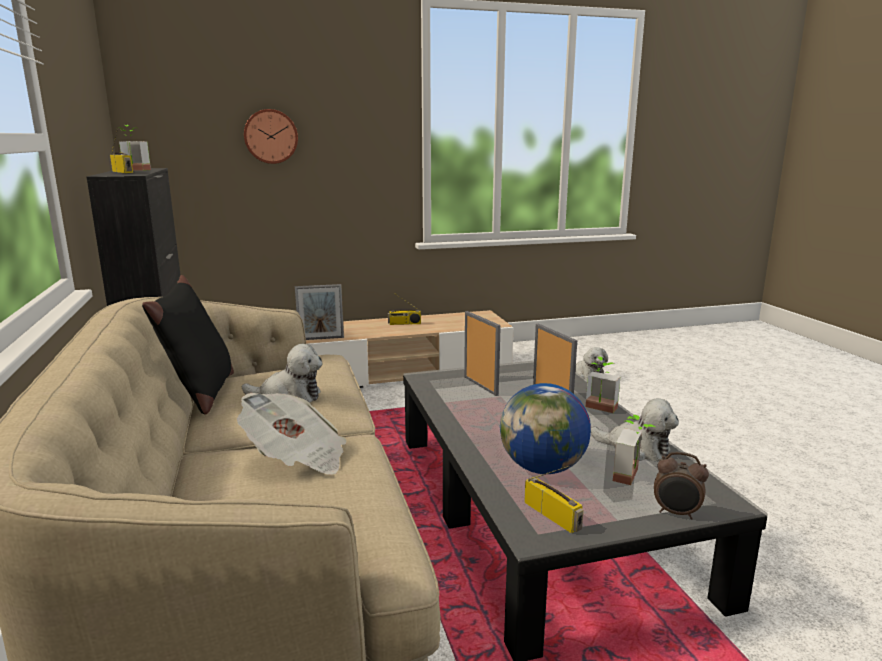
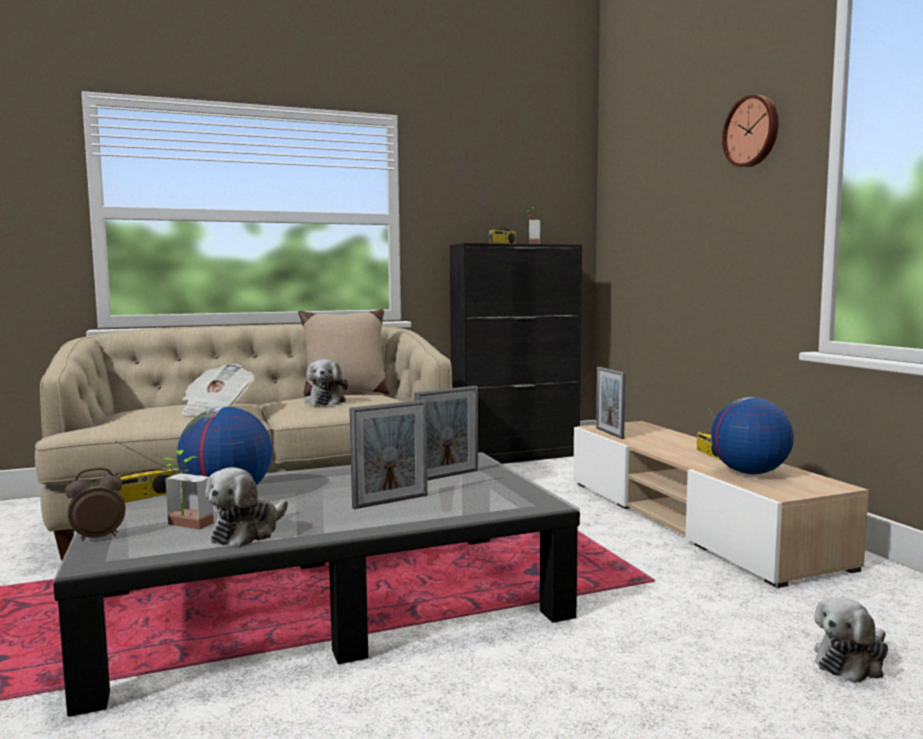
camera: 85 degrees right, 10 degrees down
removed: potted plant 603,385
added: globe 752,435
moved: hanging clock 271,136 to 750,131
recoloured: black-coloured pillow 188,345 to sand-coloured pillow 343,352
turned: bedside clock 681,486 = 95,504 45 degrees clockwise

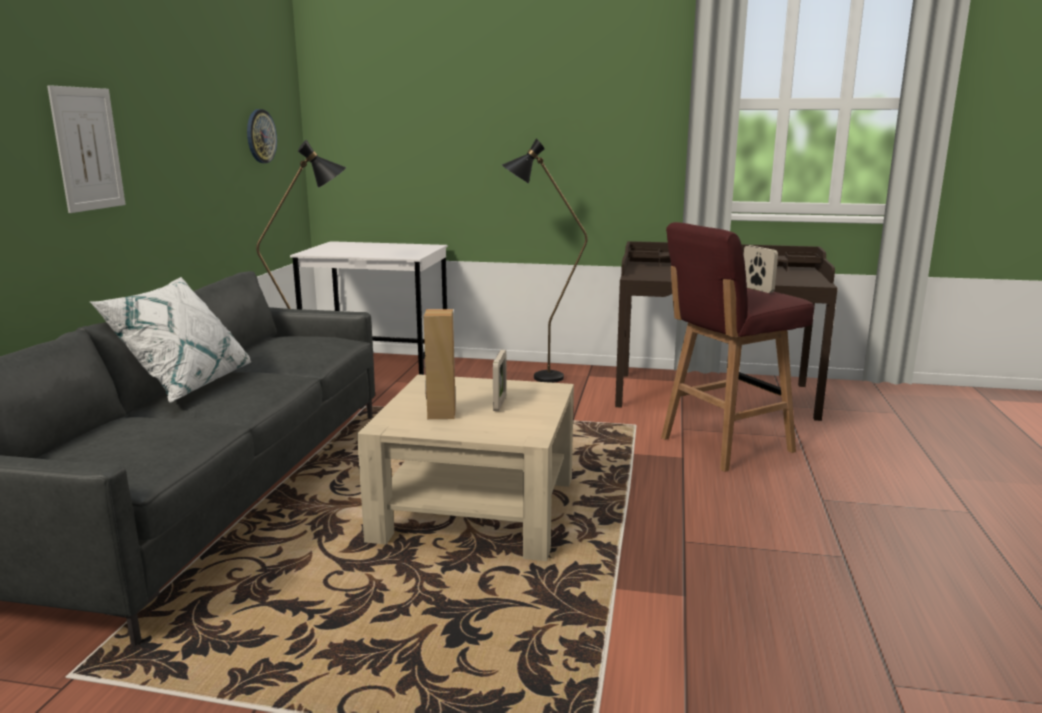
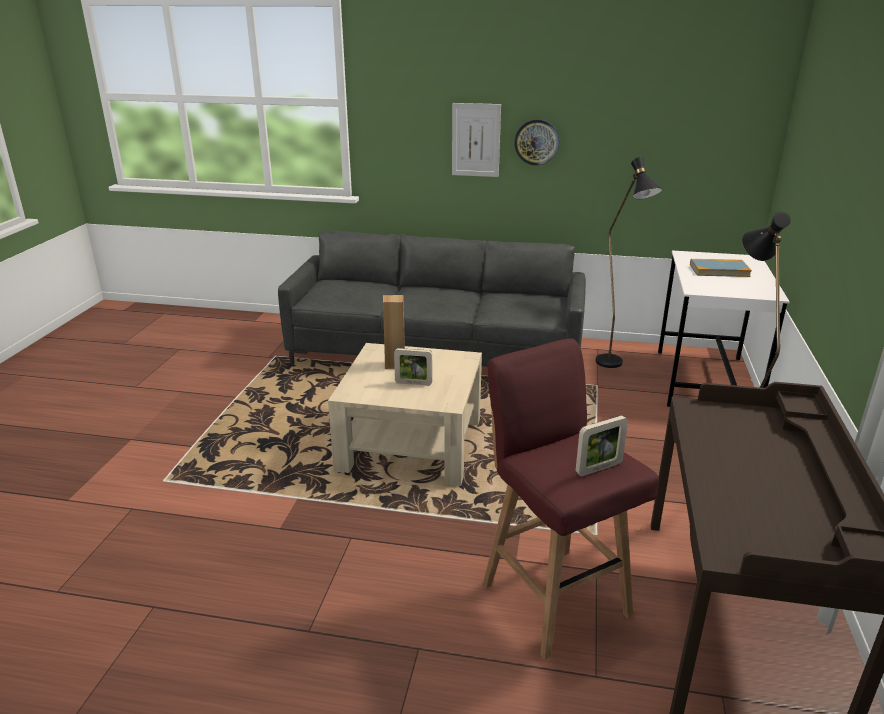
camera: 90 degrees right, 10 degrees up
removed: white-coloured pillow 170,340
added: volume 721,268
moved: hanging clock 262,136 to 536,142

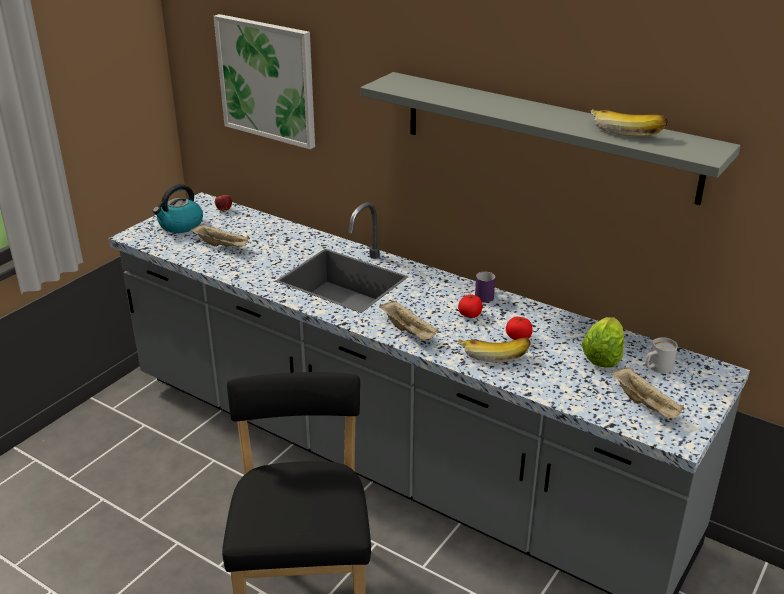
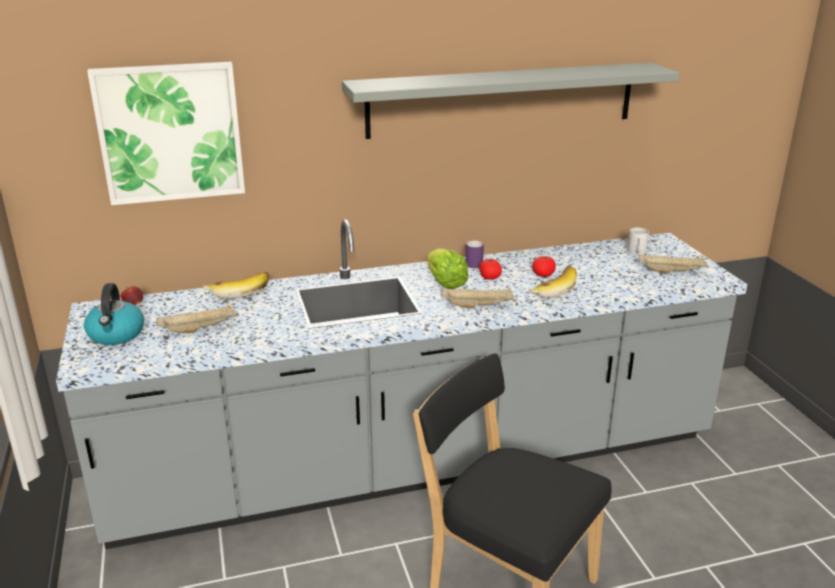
camera: 50 degrees left, 5 degrees down
moved: head of lettuce 602,342 to 448,268; banana 629,122 to 236,284

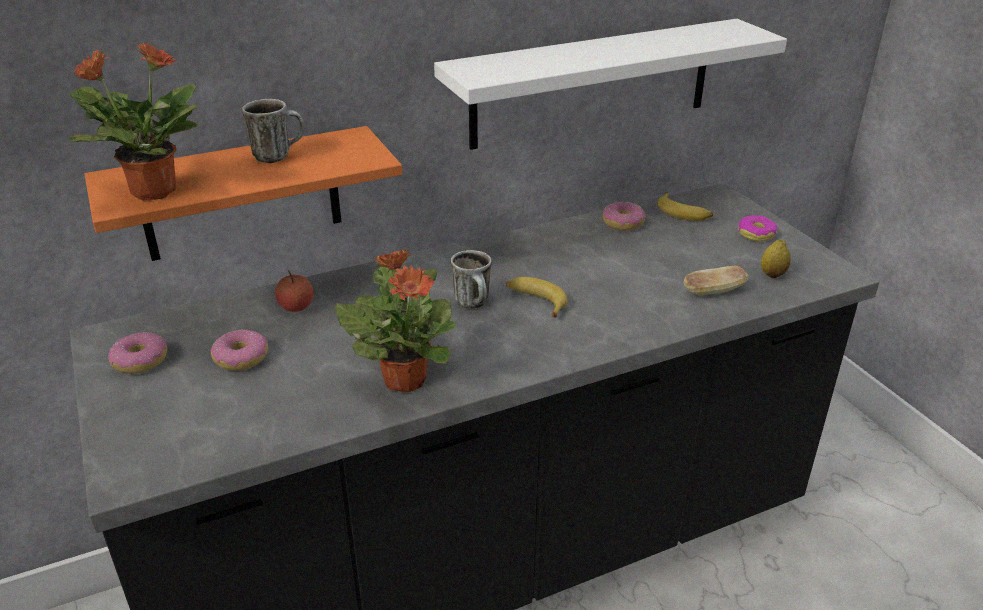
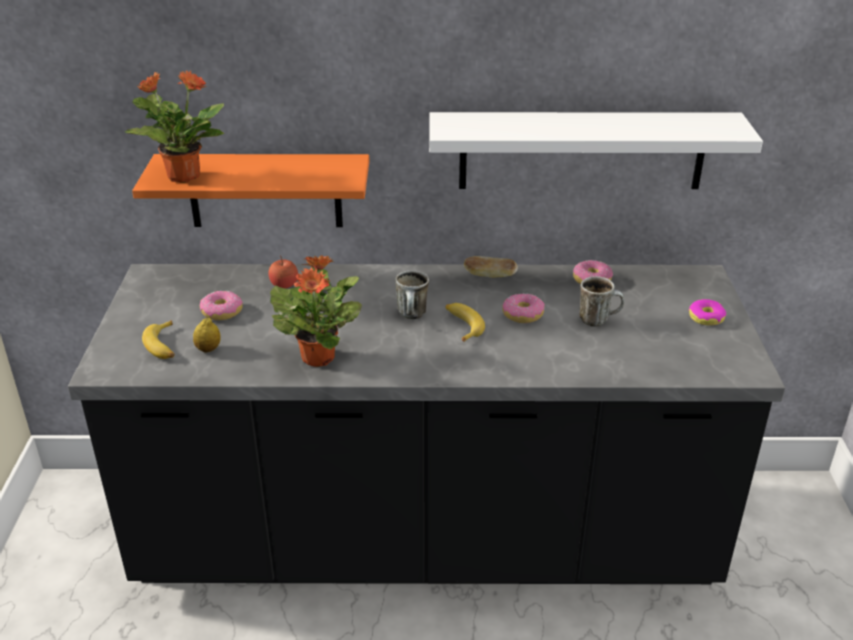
camera: 25 degrees right, 0 degrees up
moved: donut 137,353 to 524,308; tea mug 273,131 to 602,301; banana 685,207 to 158,339; baked bread 715,280 to 491,267; lemon 776,258 to 207,335

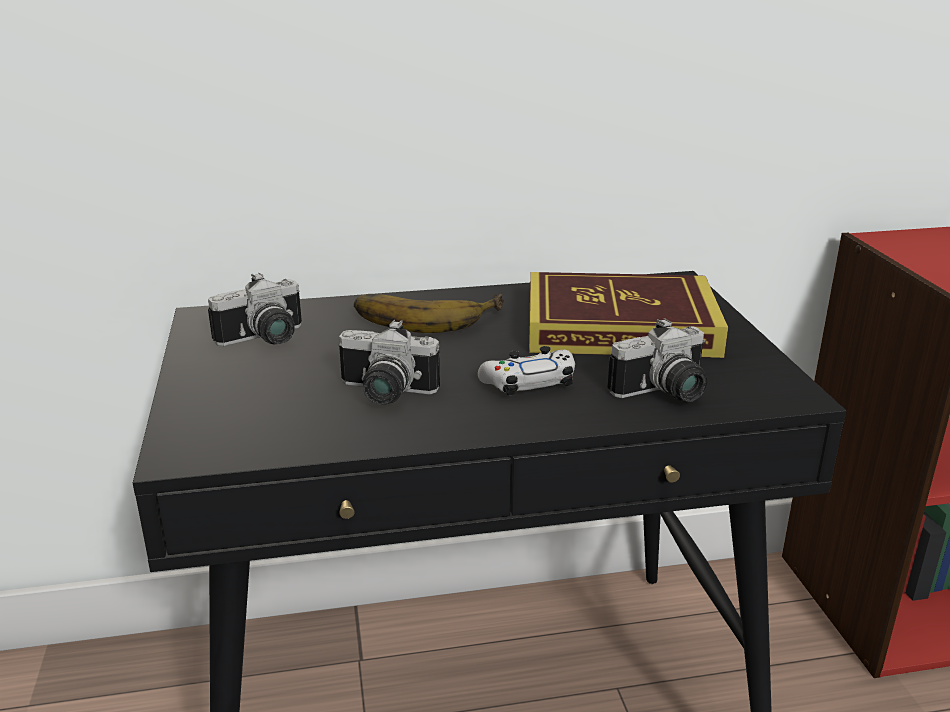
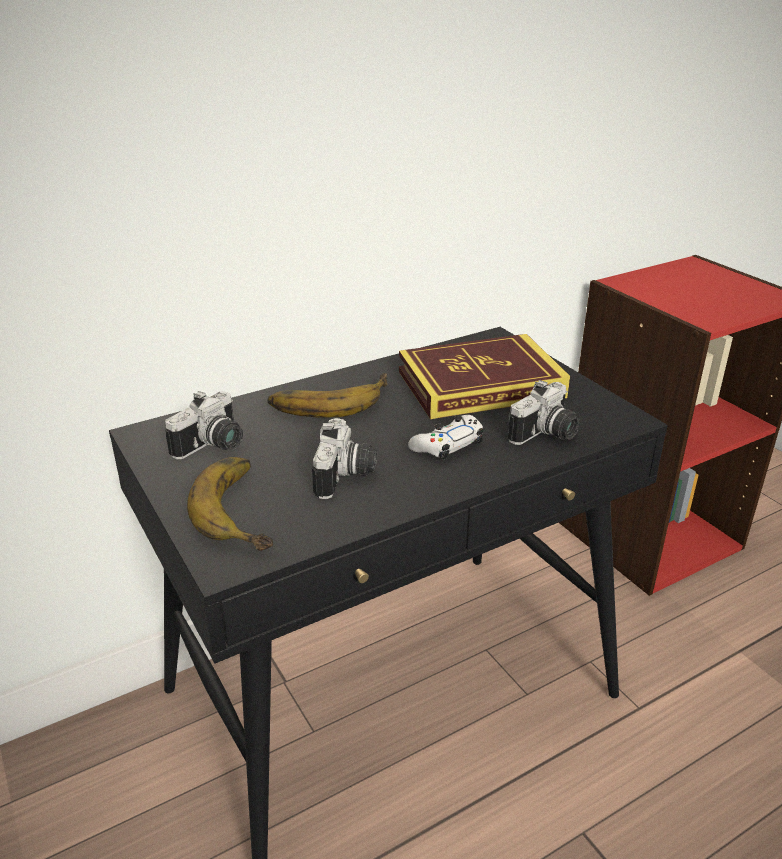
camera: 20 degrees left, 5 degrees up
added: banana 230,504
turned: photo camera 389,362 = 344,458 75 degrees counterclockwise

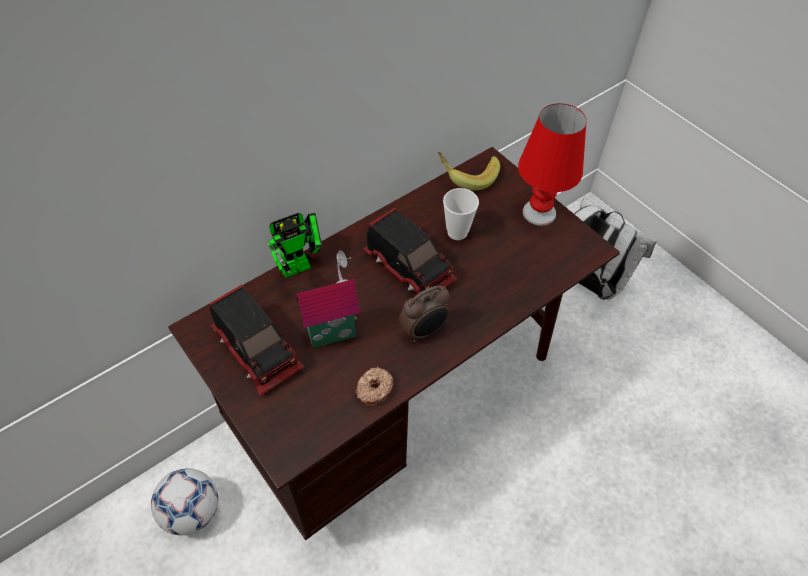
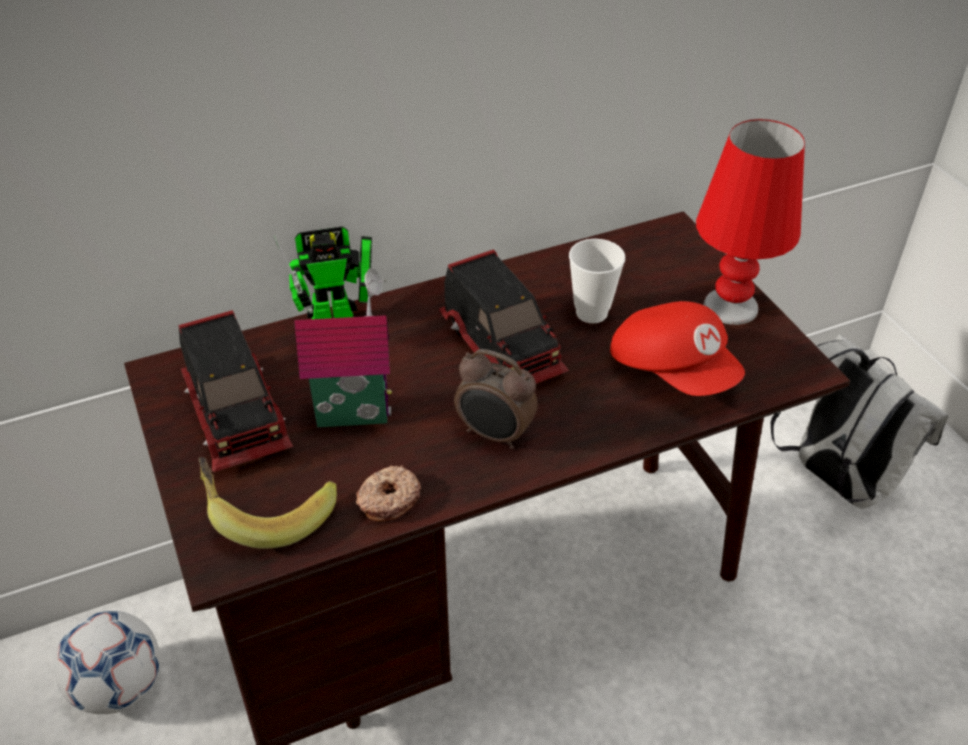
camera: 15 degrees right, 10 degrees down
added: reddish cap 677,348
moved: banana 469,171 to 267,503
turned: bedside clock 424,314 = 496,399 45 degrees clockwise

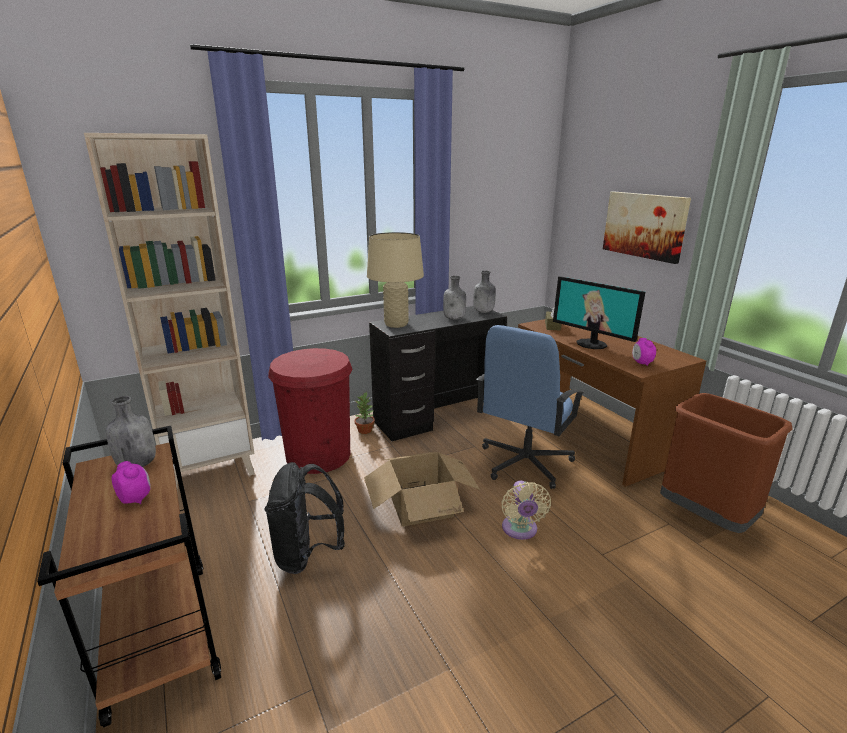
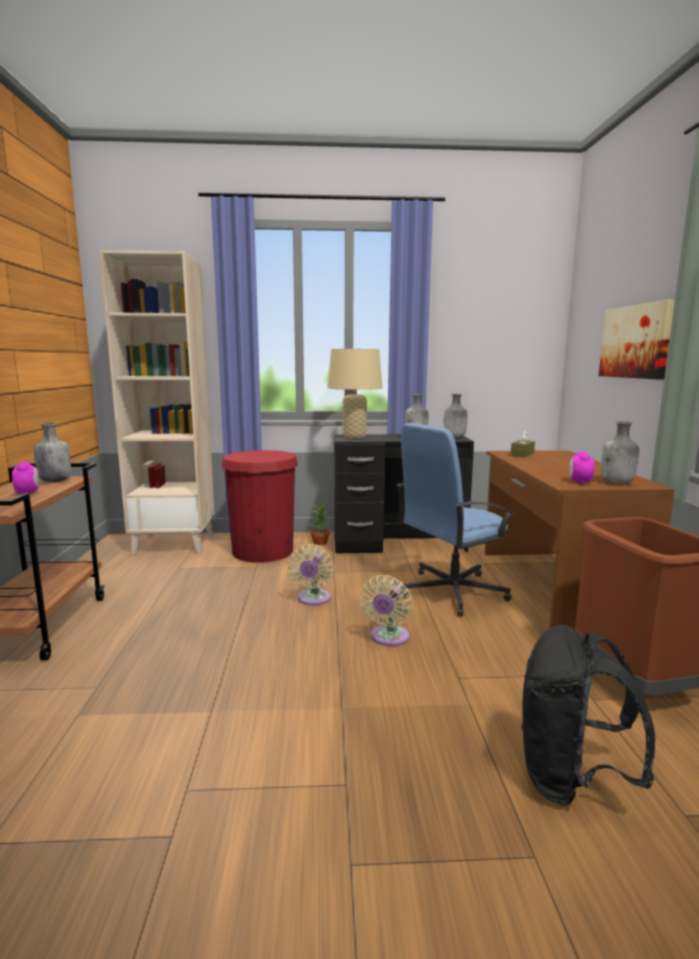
camera: 25 degrees right, 10 degrees down
removed: computer display 599,312
added: gray beverage bottle 620,452
moved: black-coloured knapsack 304,518 to 588,715
replaced: carton 422,489 to sand-coloured fan 311,574

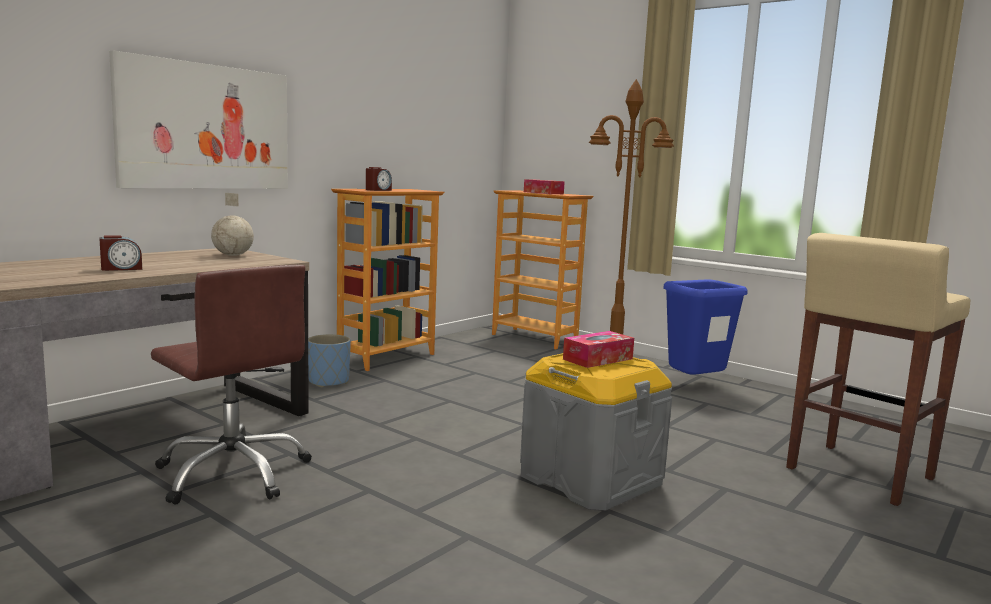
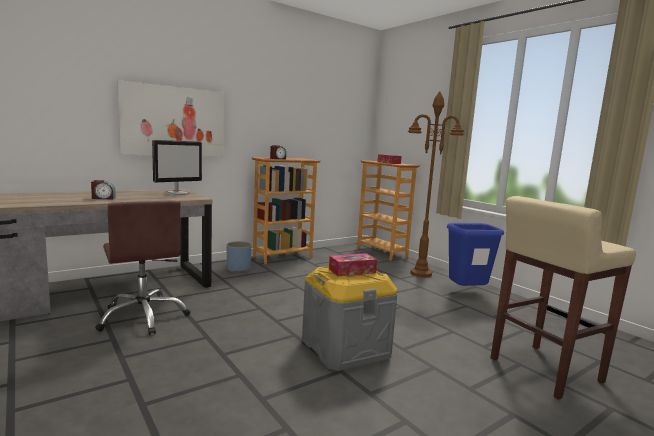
camera: 15 degrees right, 0 degrees up
replaced: globe 232,224 to computer display 177,167

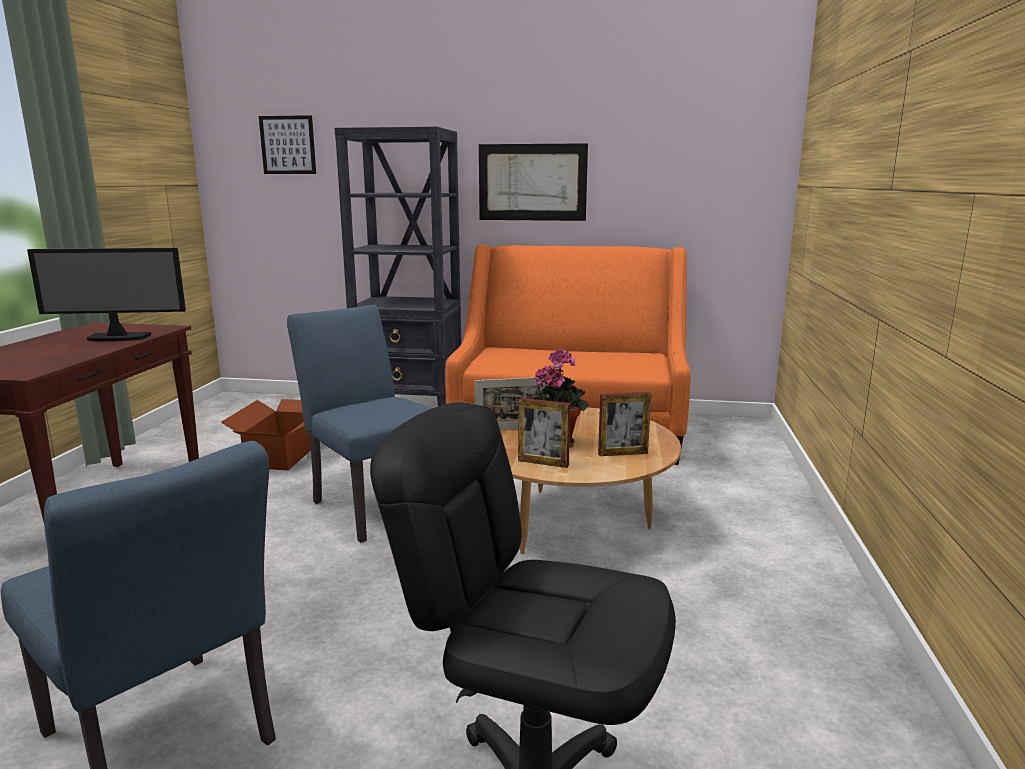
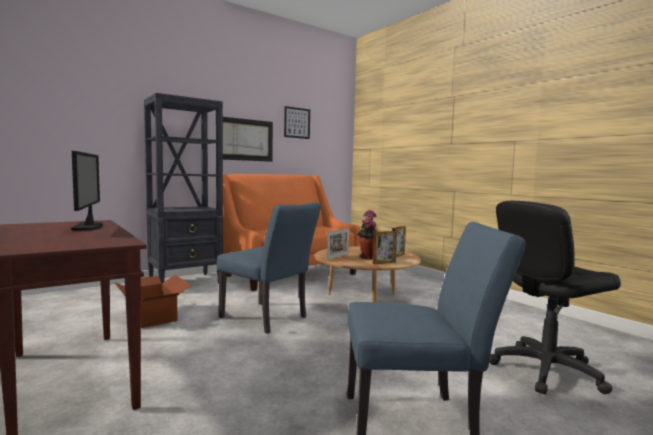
camera: 45 degrees left, 10 degrees down
moved: wall picture 287,144 to 297,122
turned: computer display 106,294 = 87,191 60 degrees counterclockwise; blue-coloured chair 359,424 = 269,268 150 degrees counterclockwise

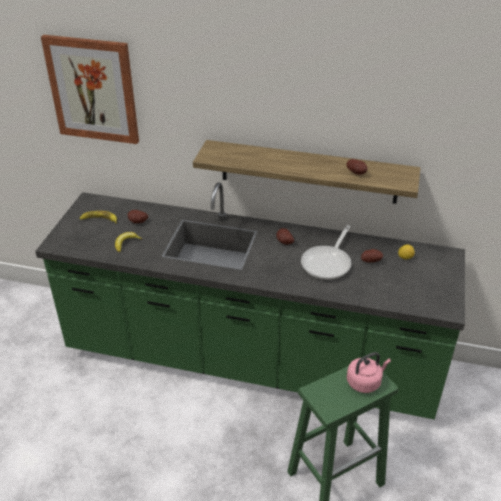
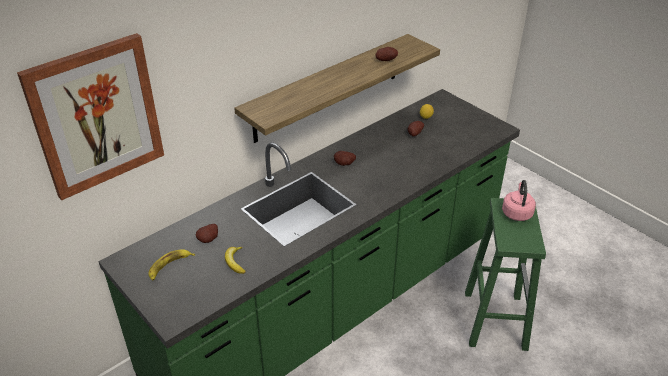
camera: 55 degrees left, 0 degrees up
removed: frying pan 326,252

